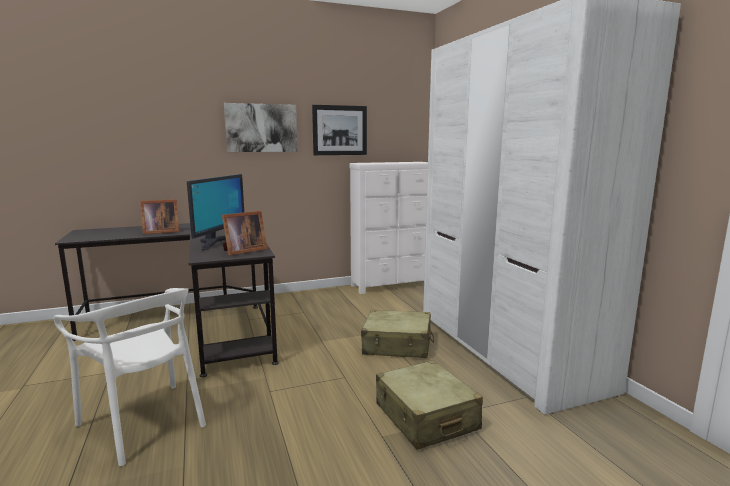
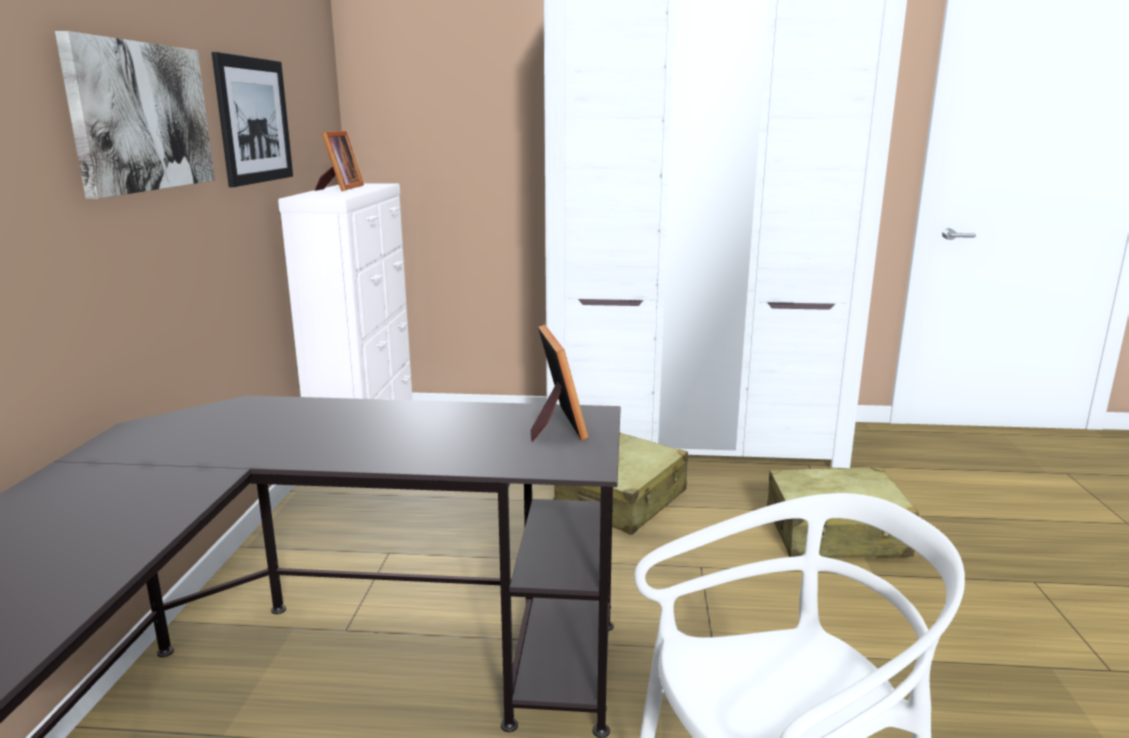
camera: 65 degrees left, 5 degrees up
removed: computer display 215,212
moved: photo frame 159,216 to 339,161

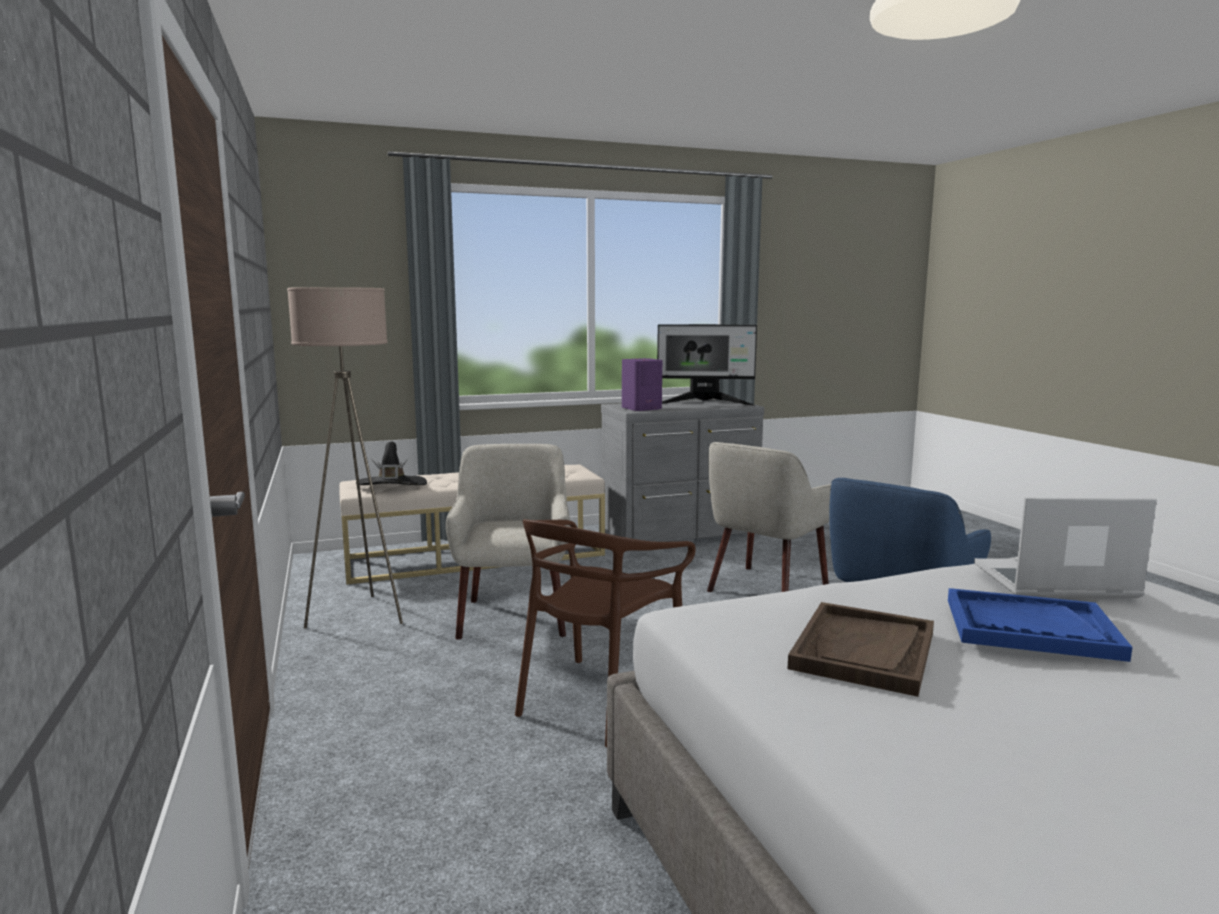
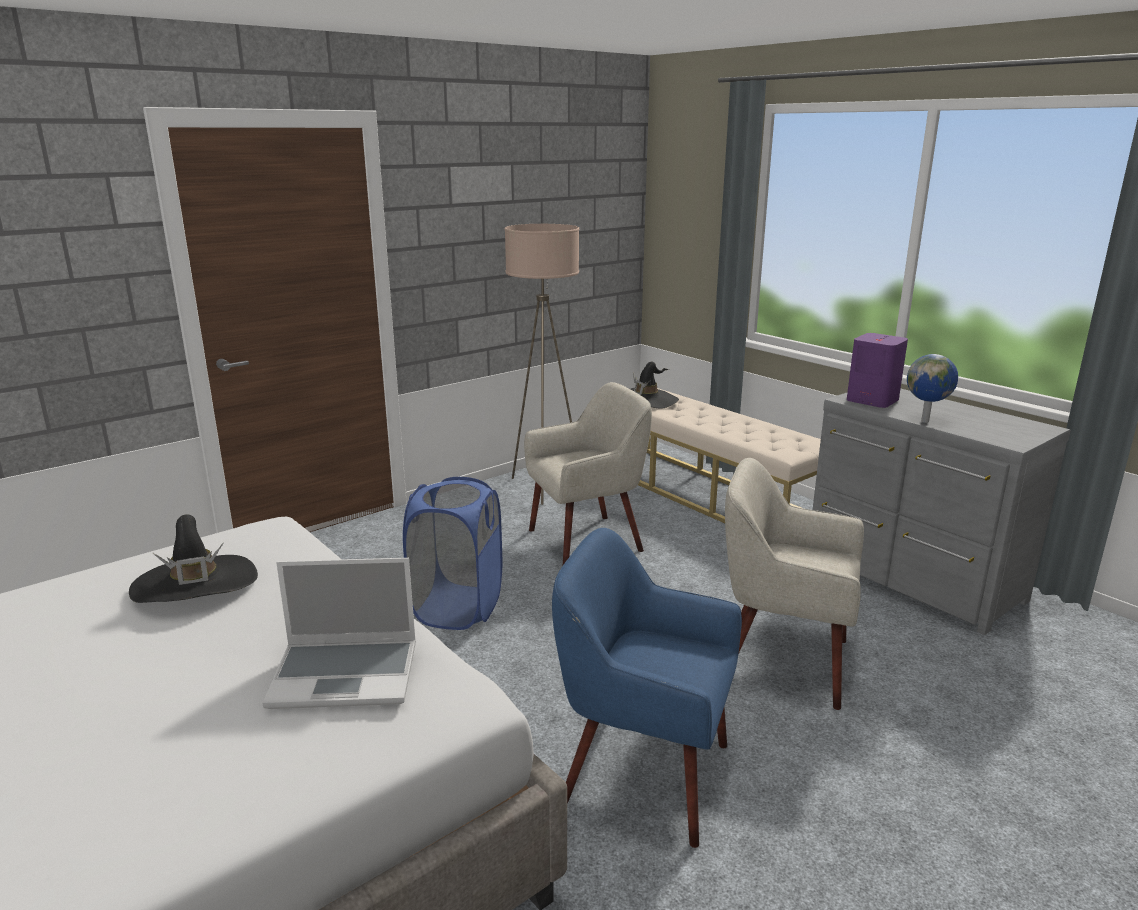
camera: 70 degrees right, 10 degrees up
removed: computer display 707,365; blue-coloured tray 1040,625
added: globe 932,388
replaced: brownish chair 605,633 to blue-coloured washing basket 452,553; brownish tray 861,649 to black-coloured clothing hat 193,558
turned: notebook computer 1065,548 = 339,633 105 degrees clockwise

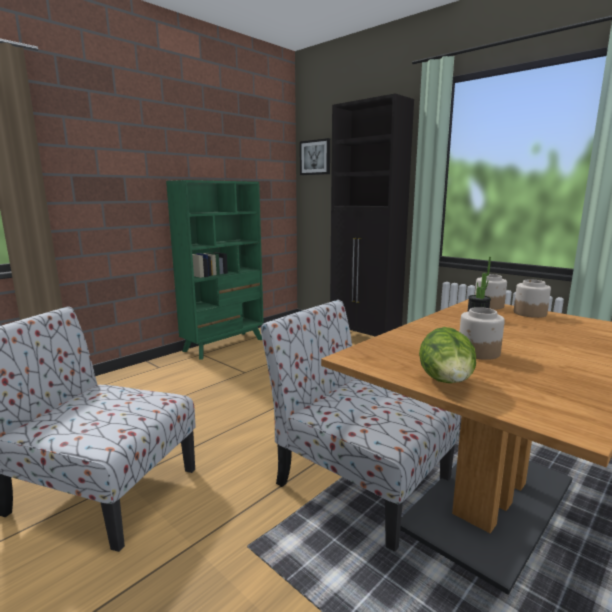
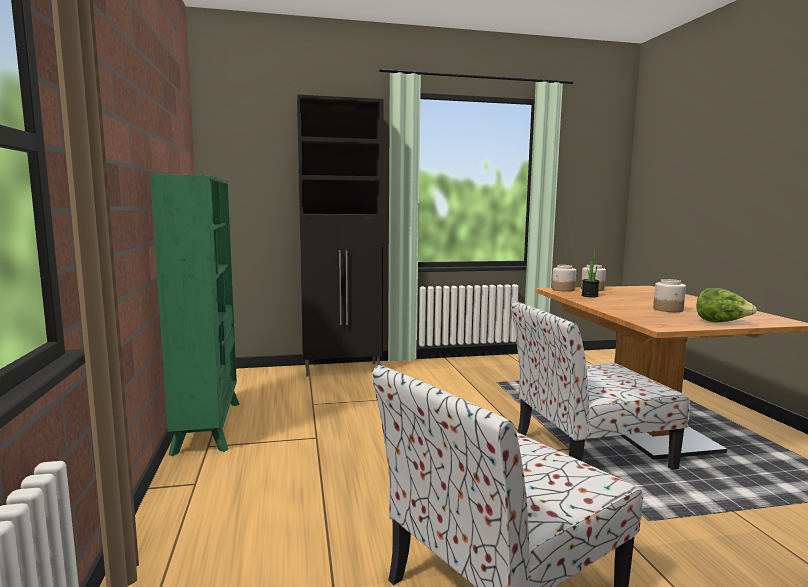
camera: 55 degrees left, 5 degrees down
removed: wall picture 315,156

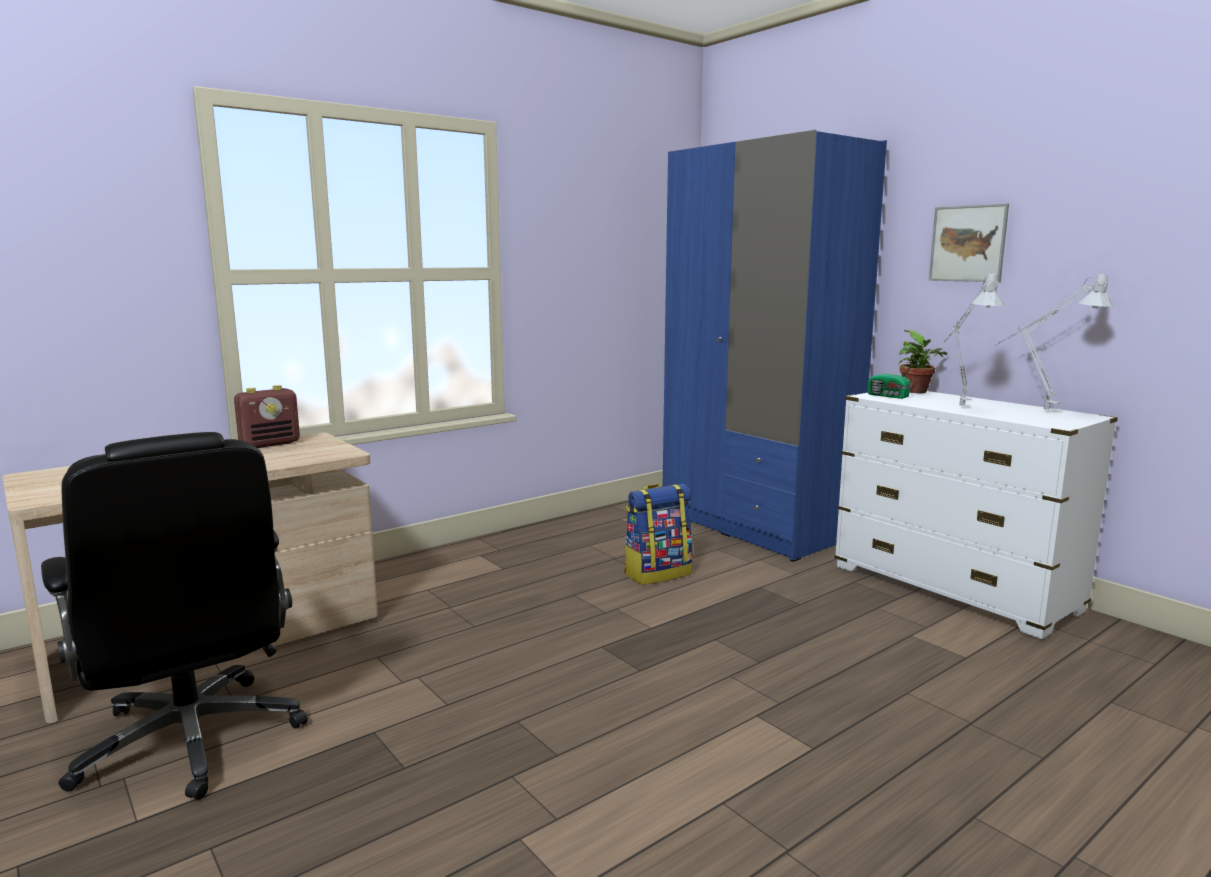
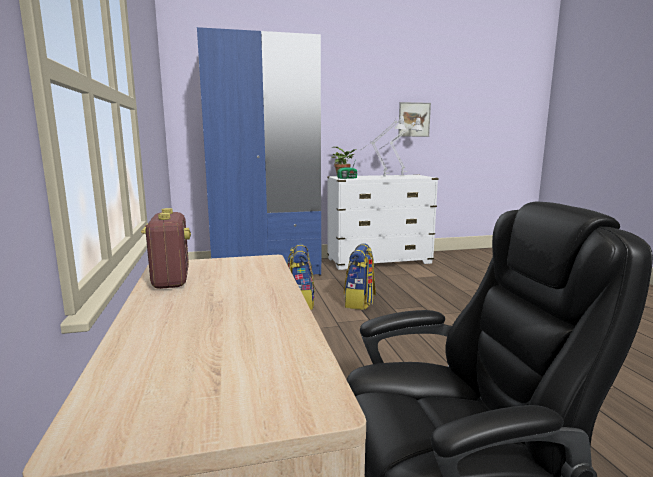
camera: 65 degrees left, 0 degrees up
added: knapsack 360,276
moved: wall picture 969,243 to 414,119

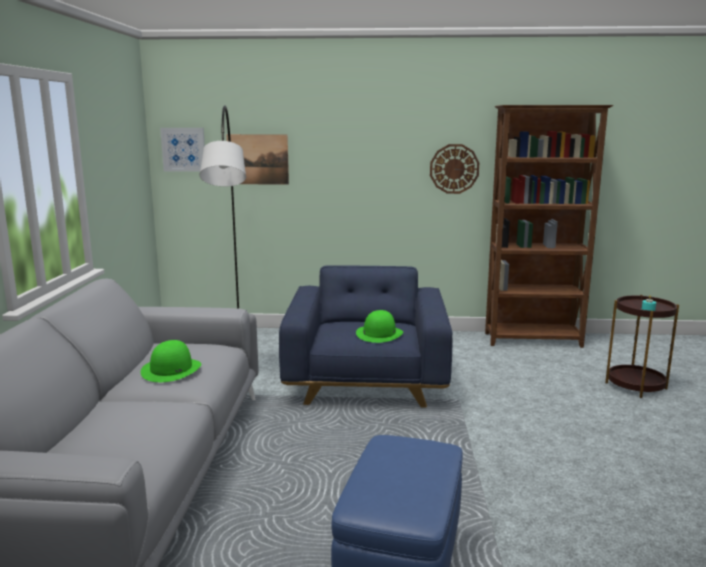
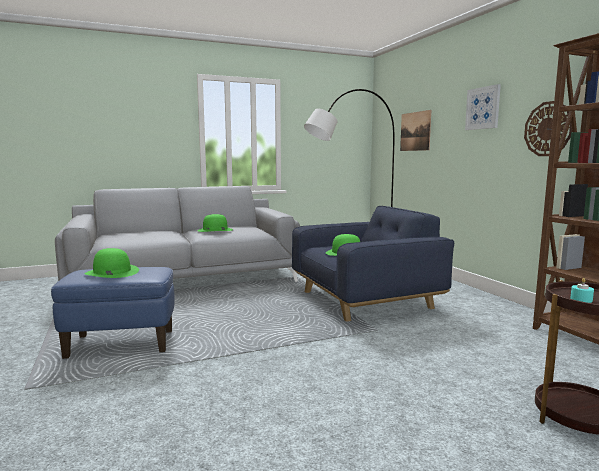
camera: 65 degrees right, 5 degrees down
added: green clothing hat 112,263
moved: wall picture 182,150 to 483,107

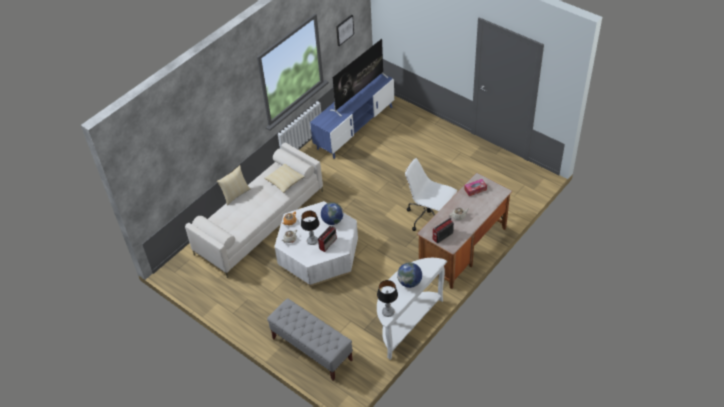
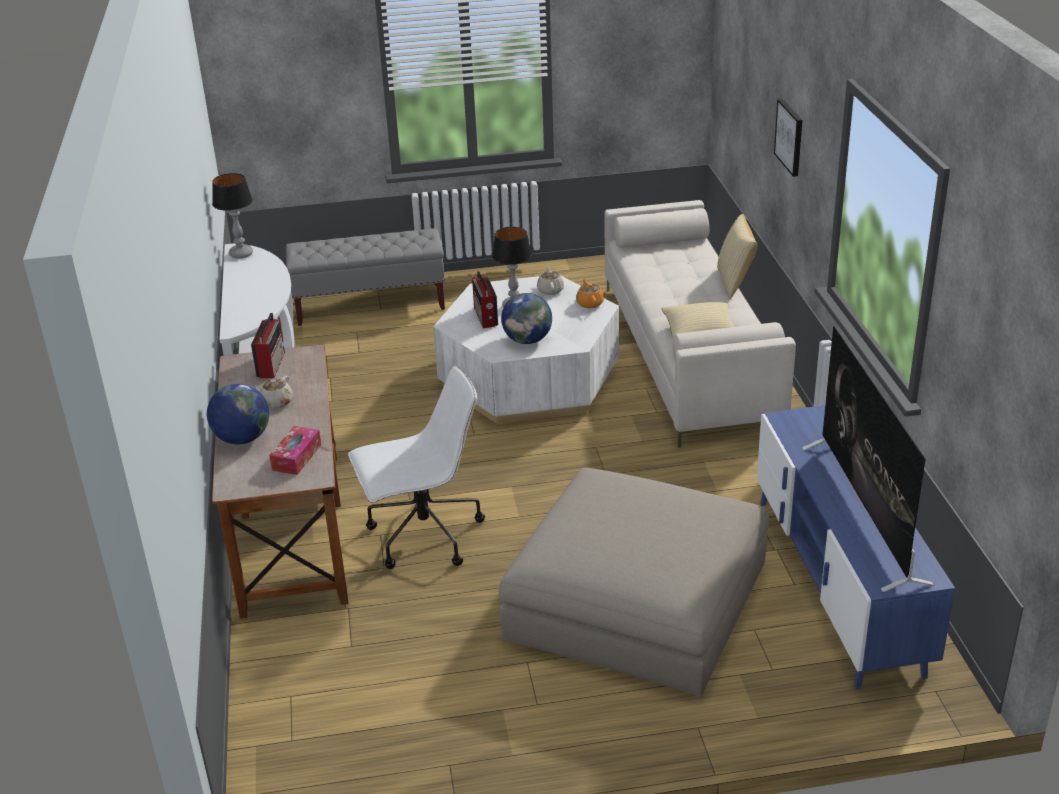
camera: 130 degrees right, 15 degrees down
added: sand-coloured ottoman 634,582
moved: wall picture 345,30 to 788,138; globe 409,275 to 238,414

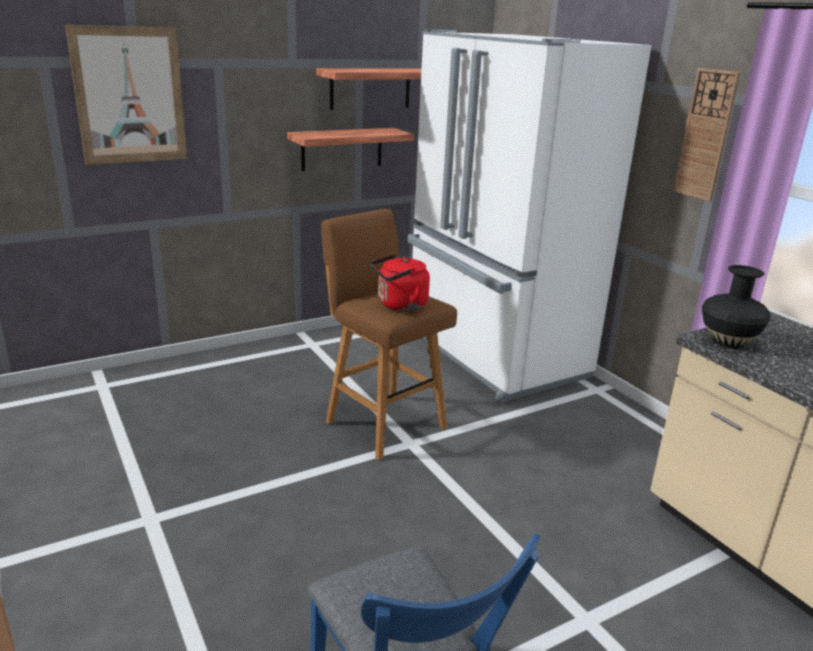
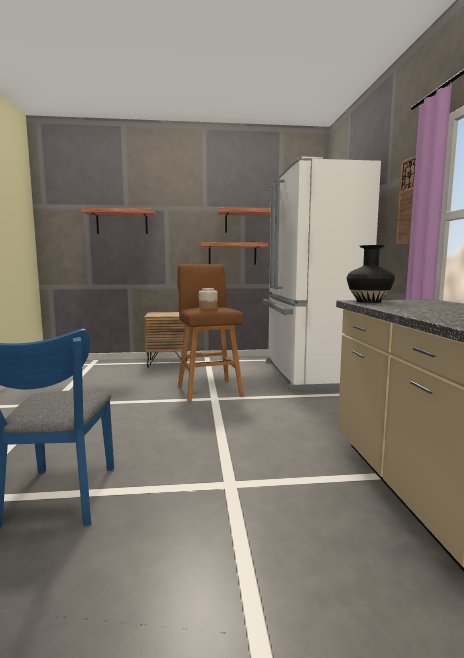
camera: 25 degrees right, 15 degrees down
added: brownish nightstand 166,340
replaced: wall picture 126,95 to wall shelf 118,221; reddish tea kettle 400,282 to preserve jar 208,299

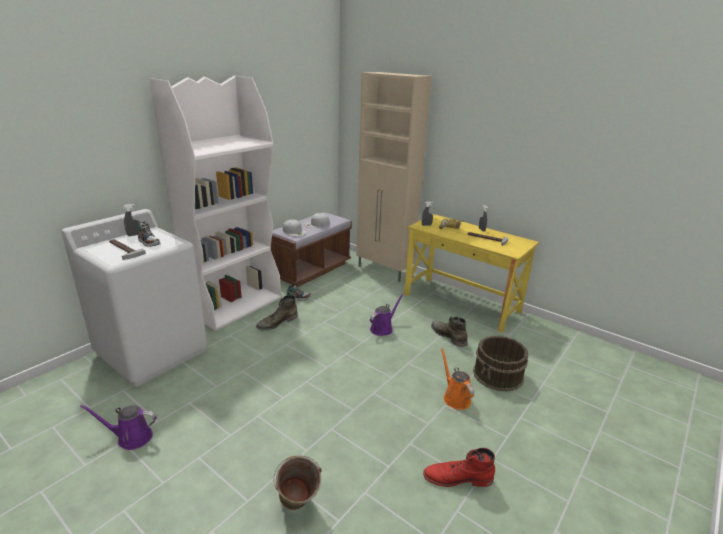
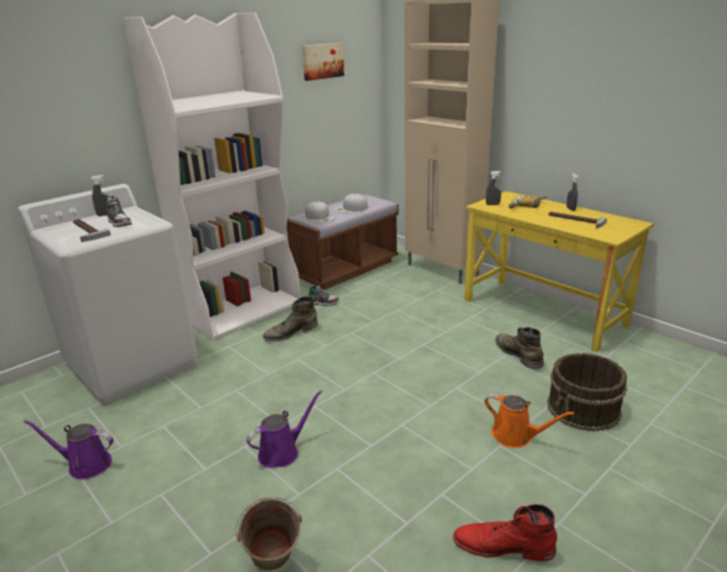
camera: 10 degrees right, 0 degrees up
added: wall picture 323,62
moved: purplish watering can 387,315 to 284,429
turned: orangey watering can 457,379 = 529,420 135 degrees clockwise

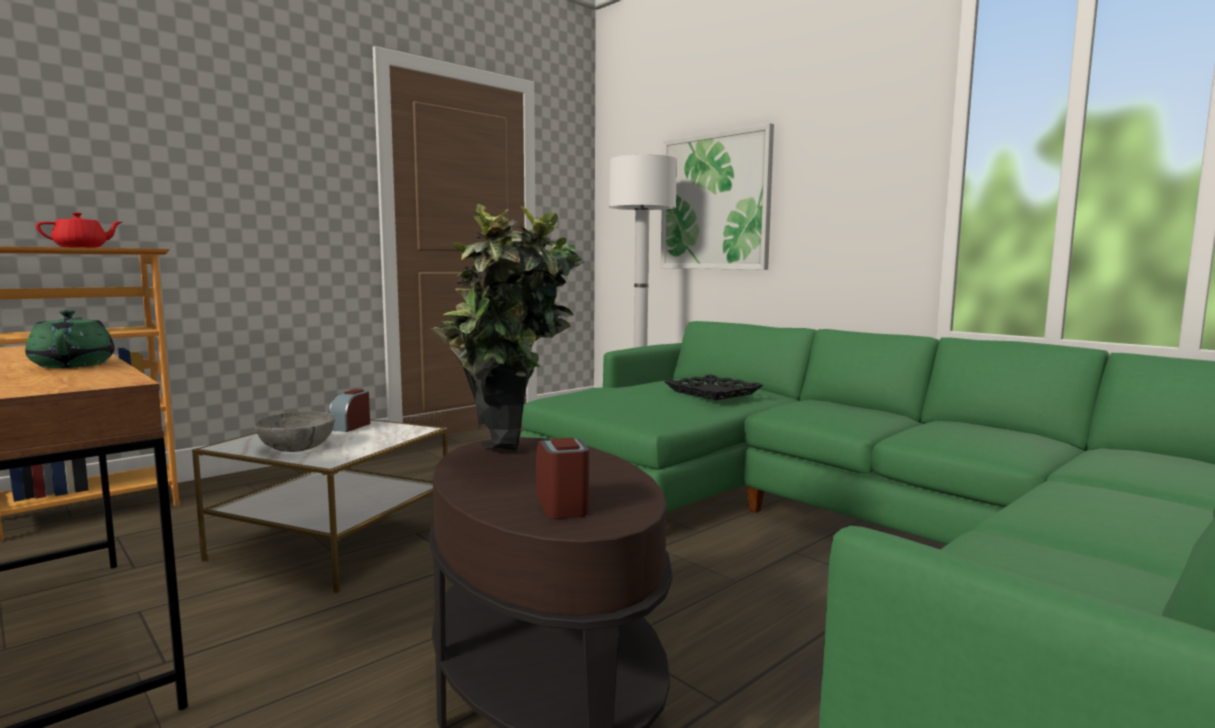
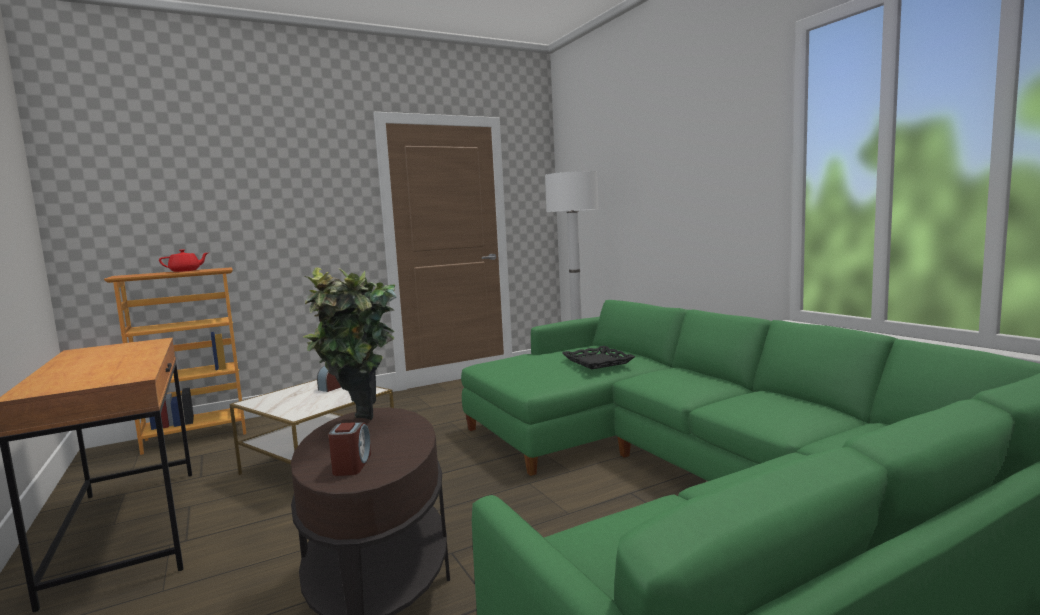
camera: 15 degrees right, 0 degrees up
removed: green tea pot 70,339; gray serving bowl 294,431; wall picture 717,196

